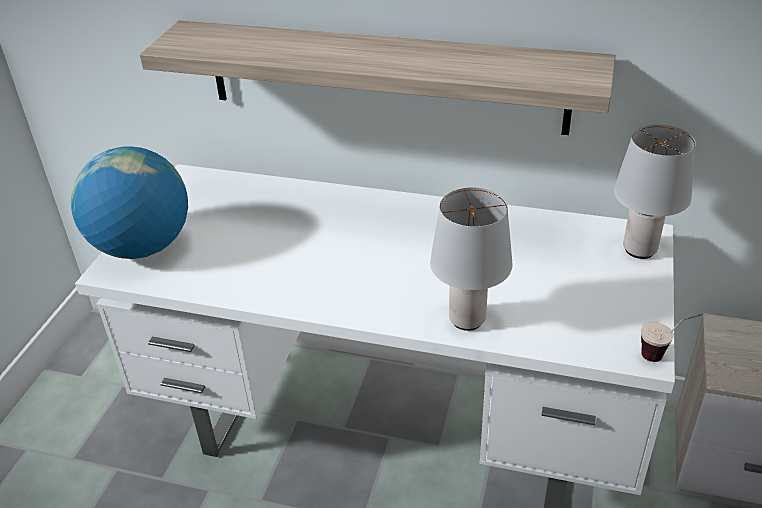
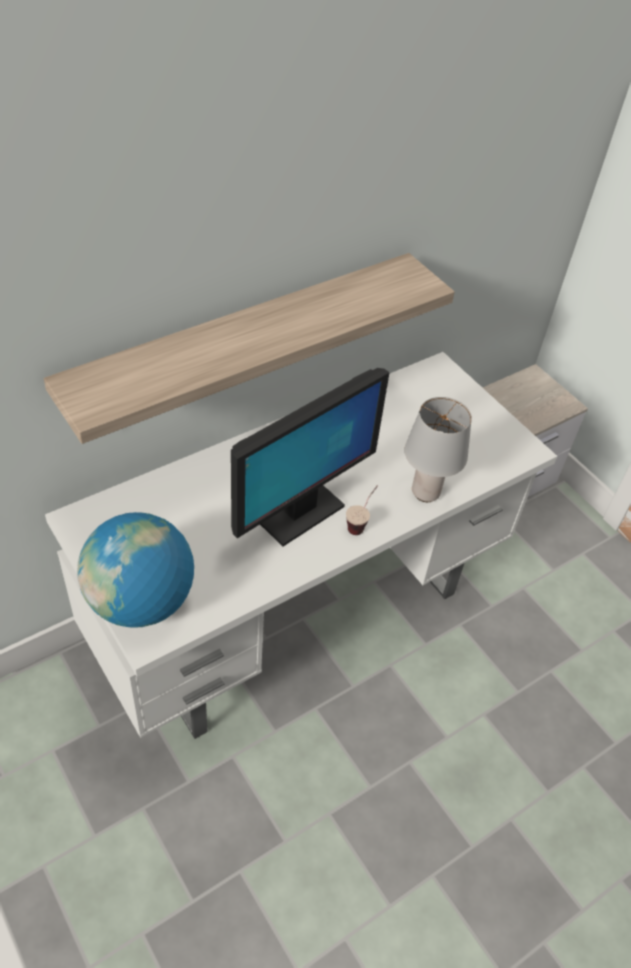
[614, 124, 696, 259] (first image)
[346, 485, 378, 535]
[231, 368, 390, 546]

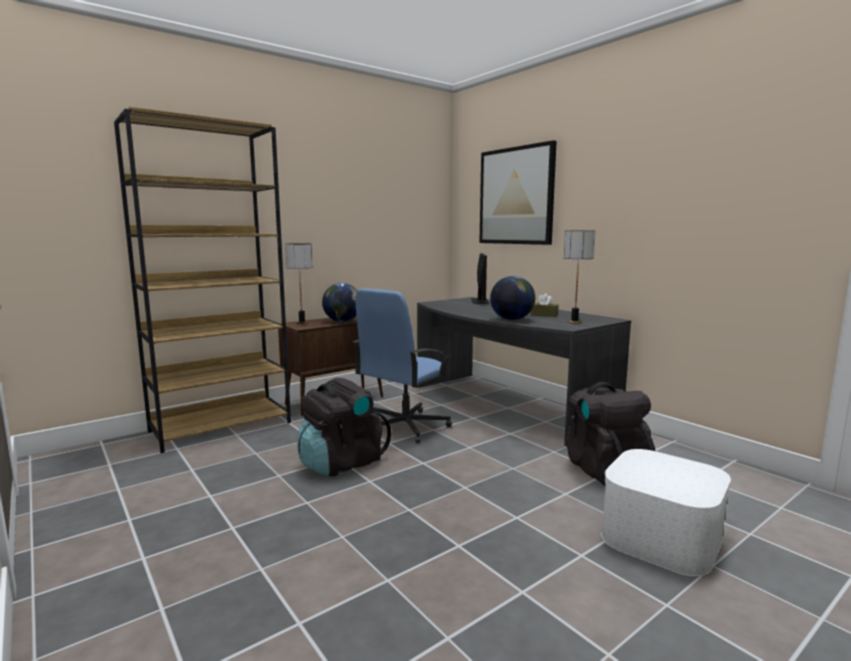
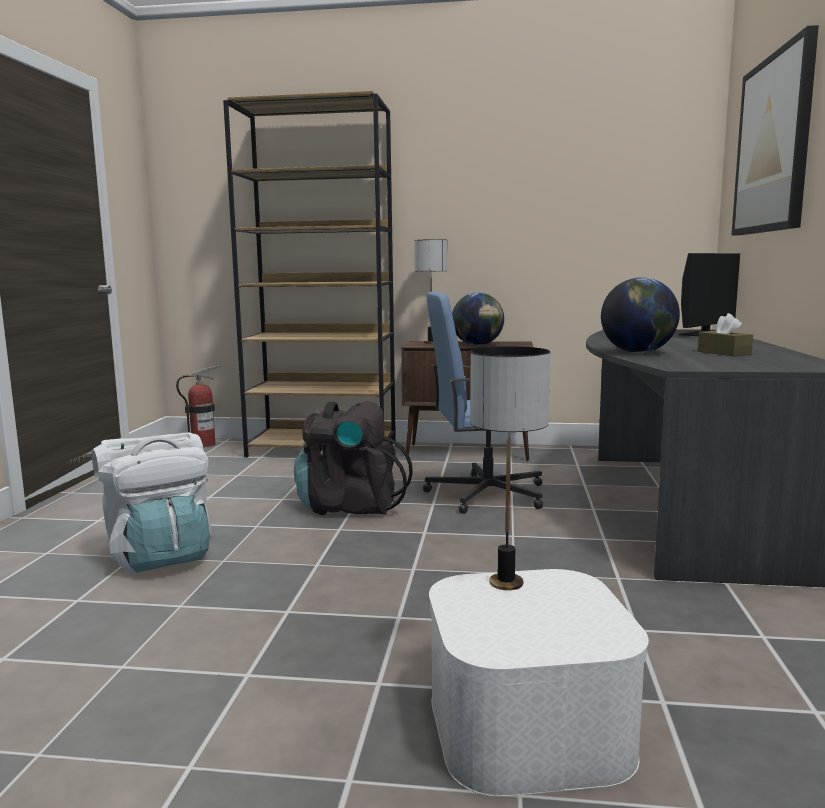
[470, 346, 550, 590]
[567, 382, 655, 486] (first image)
[176, 365, 221, 448]
[92, 432, 212, 574]

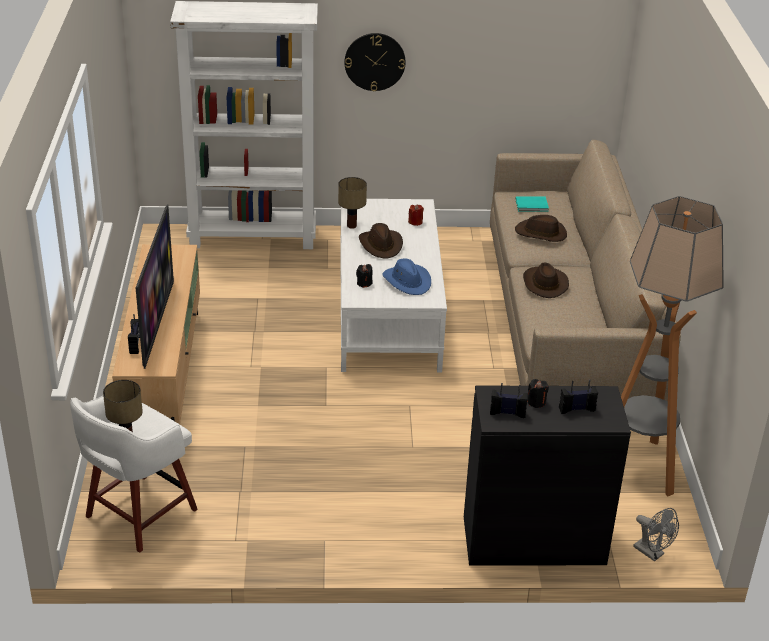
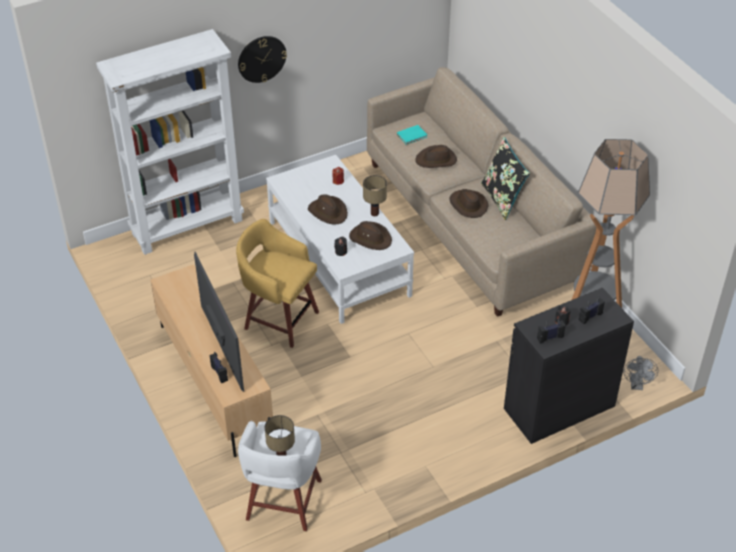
[363, 175, 387, 216]
[349, 221, 392, 250]
[624, 356, 658, 390]
[481, 137, 530, 220]
[236, 219, 319, 348]

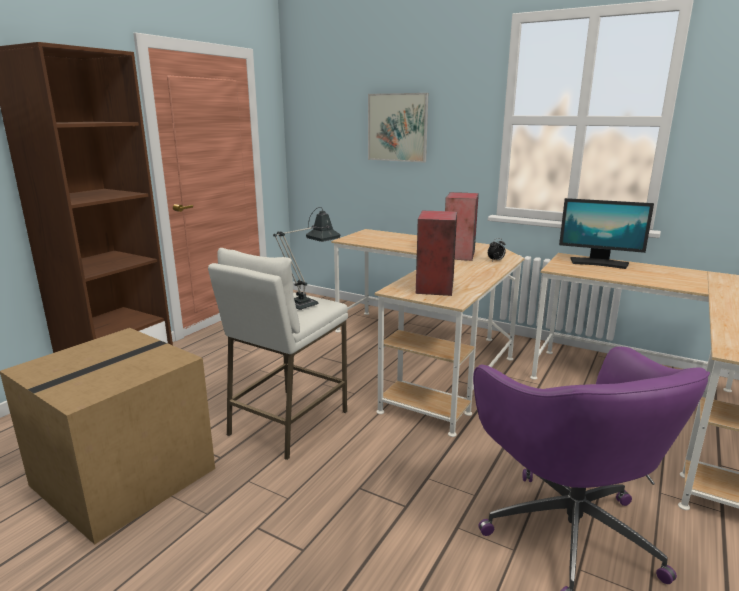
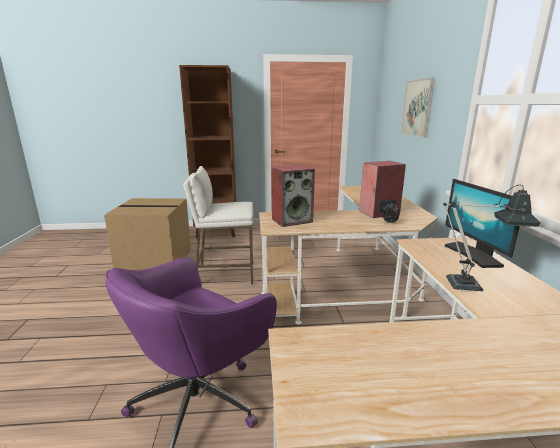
[443, 185, 541, 291]

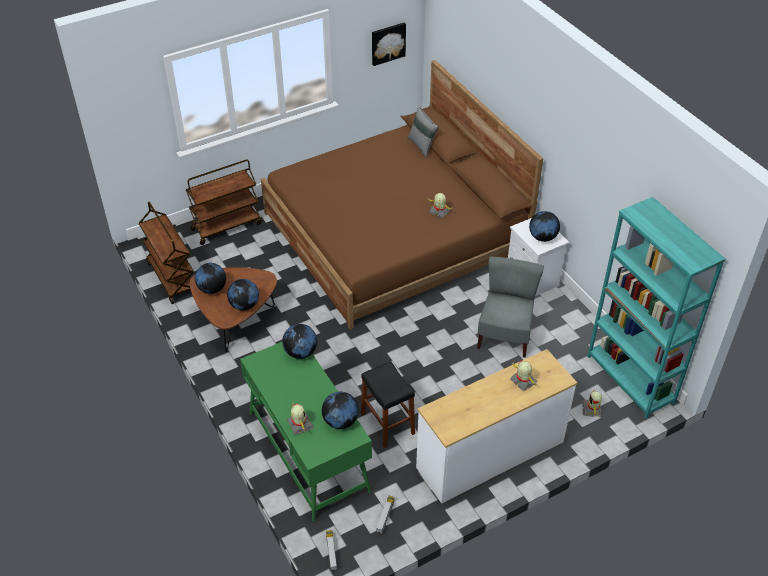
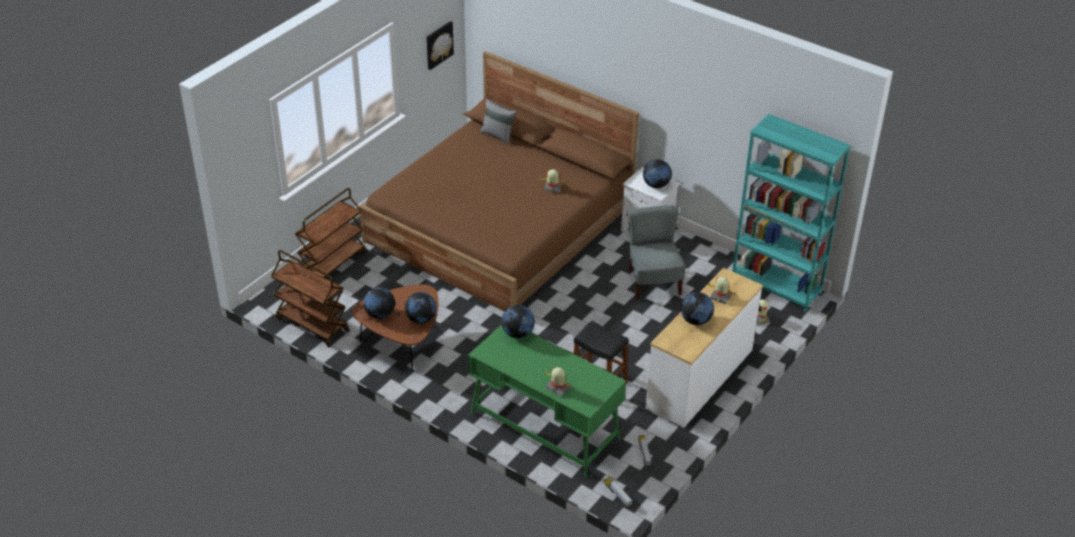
[681, 292, 714, 325]

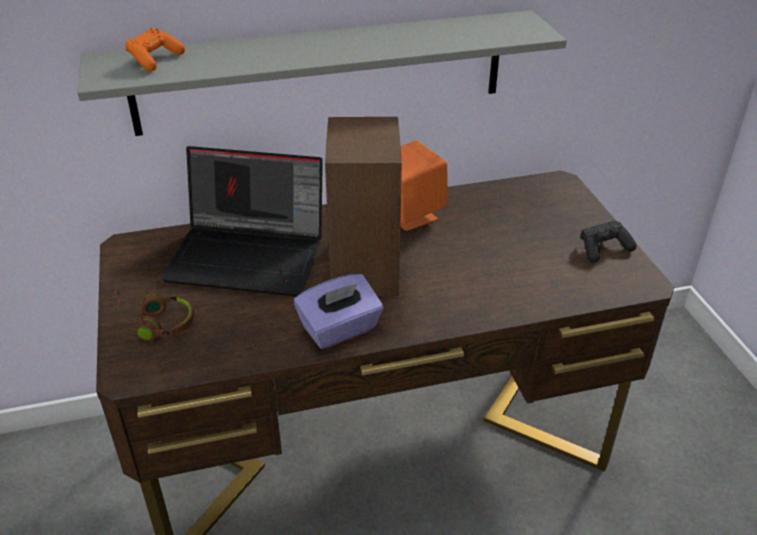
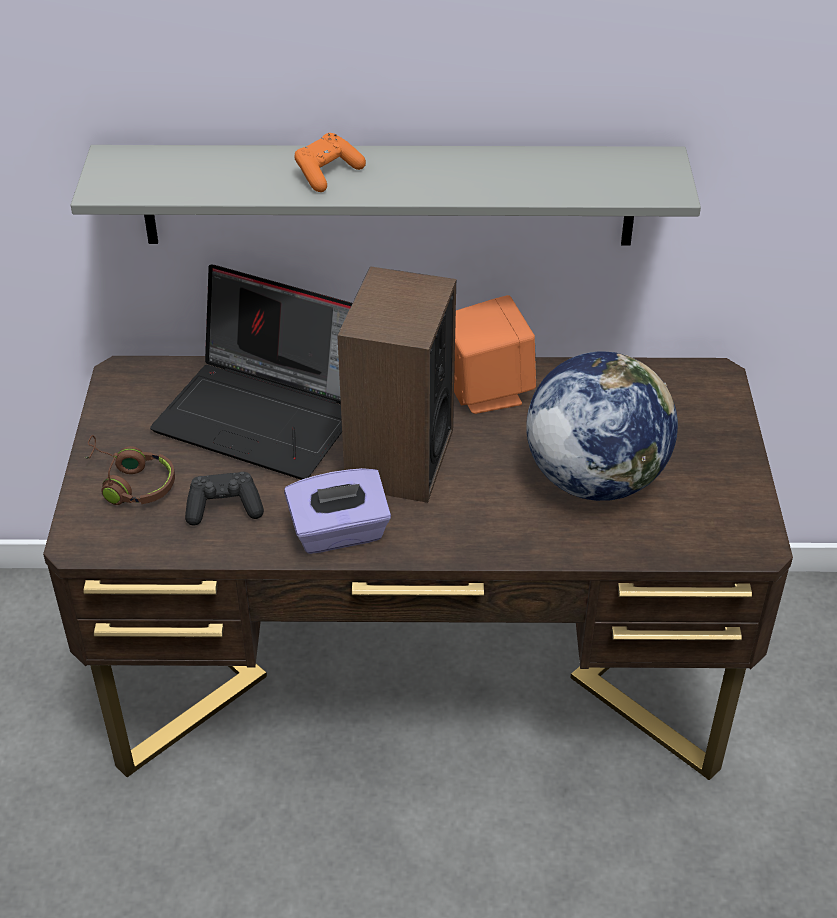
[294, 133, 366, 192]
[185, 472, 264, 526]
[526, 351, 678, 501]

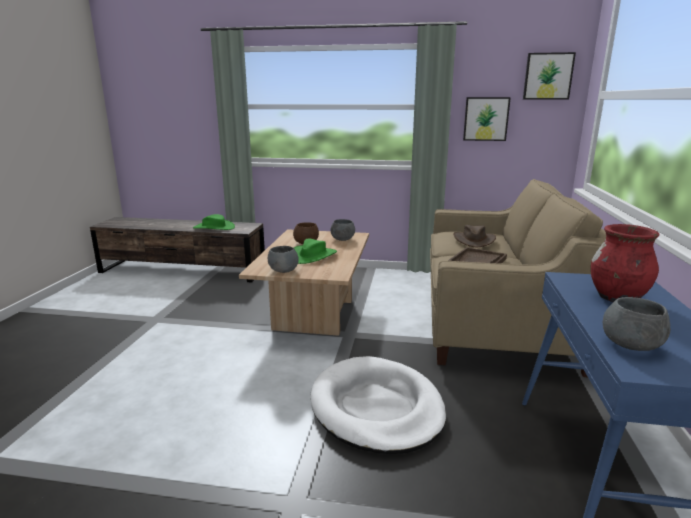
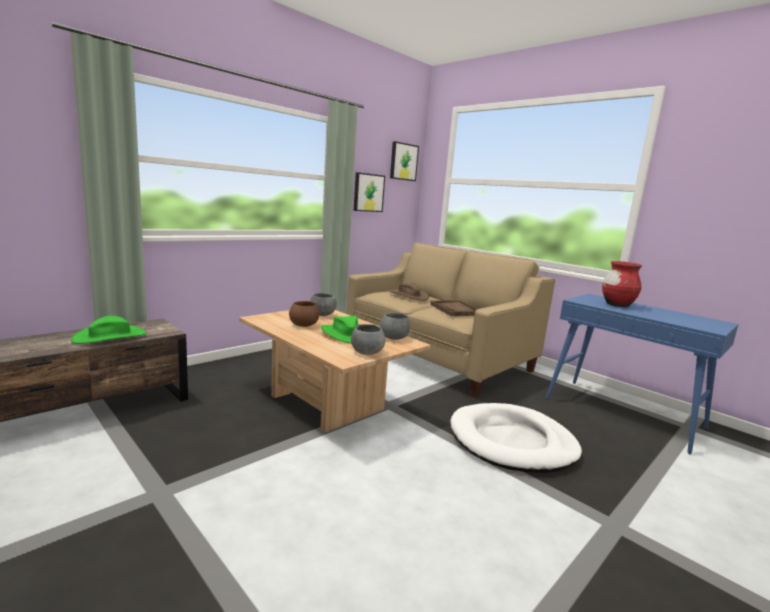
[380, 313, 411, 340]

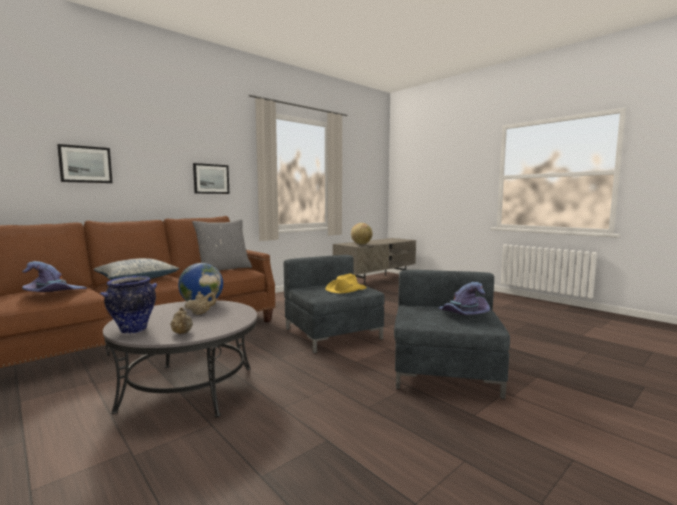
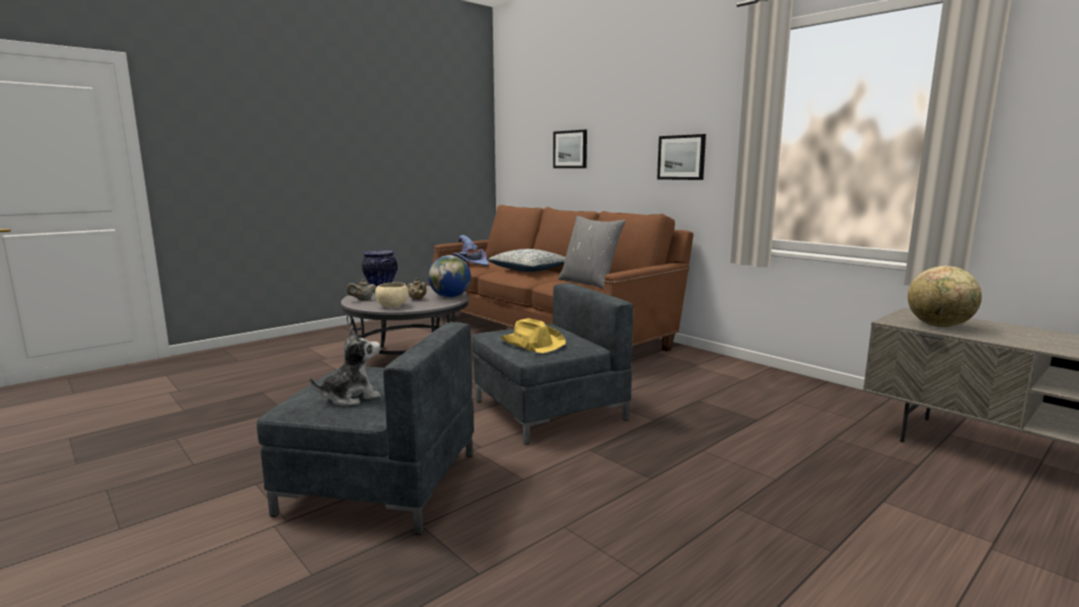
[310, 327, 381, 406]
[375, 282, 409, 308]

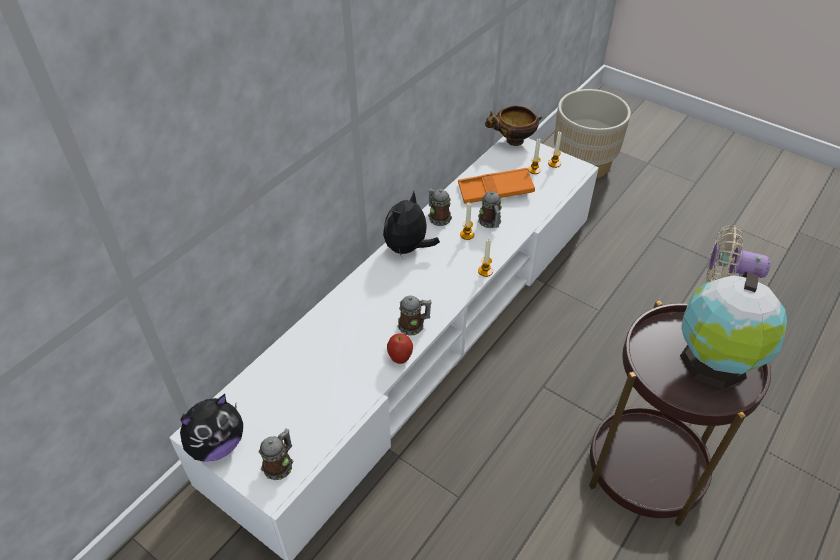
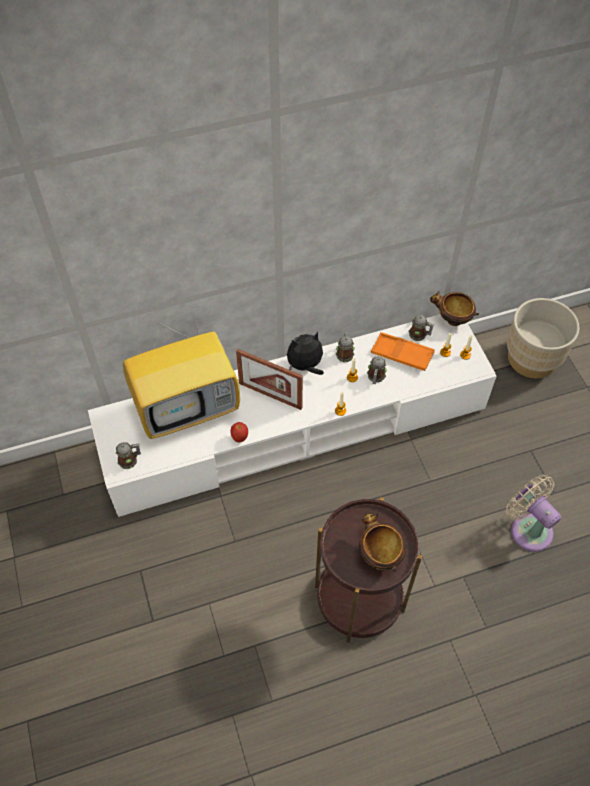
[359, 513, 406, 572]
[408, 315, 434, 341]
[180, 394, 243, 462] (first image)
[123, 297, 240, 439]
[236, 349, 303, 410]

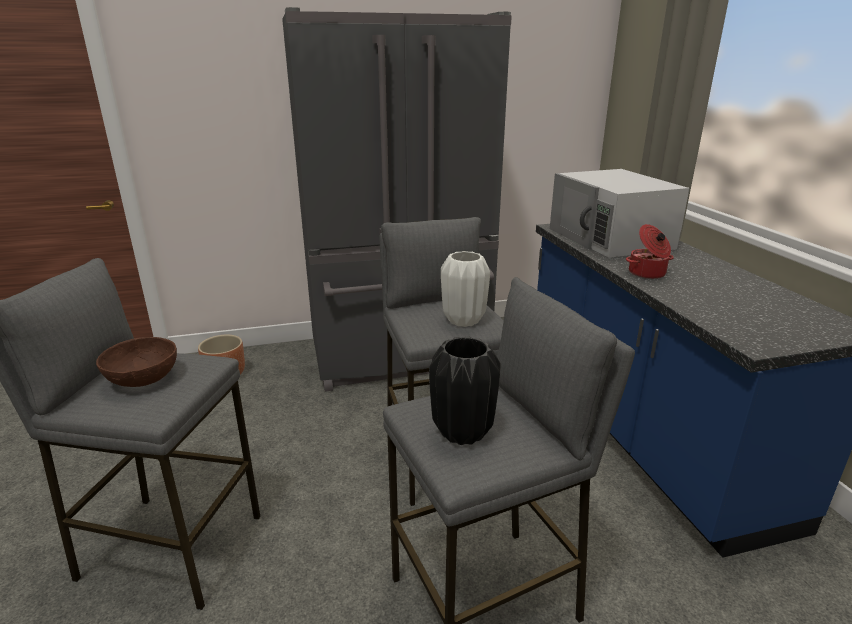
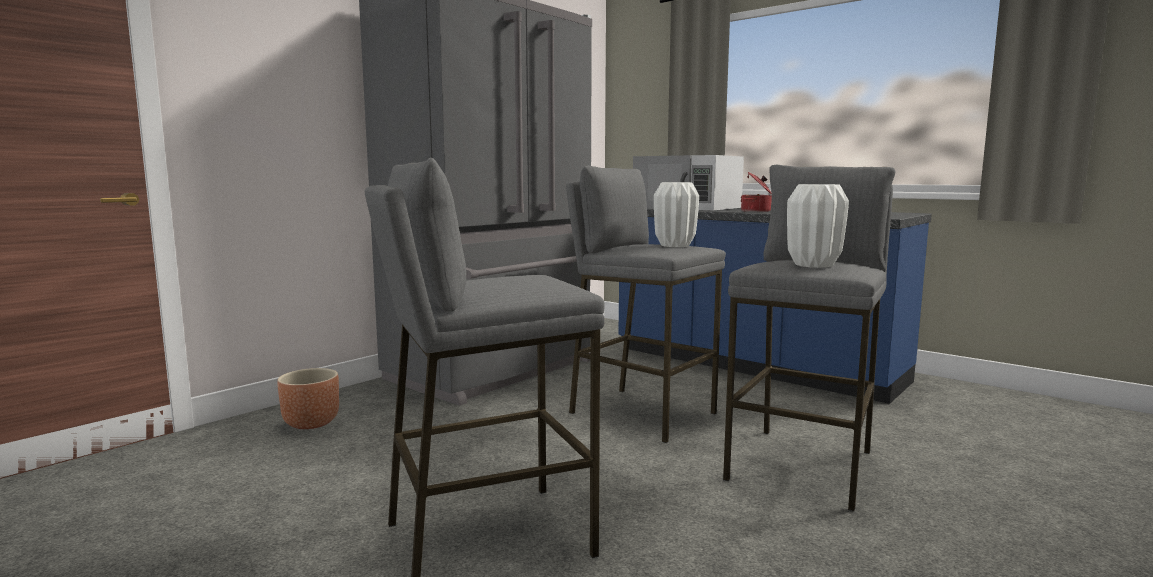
[787, 184, 849, 268]
[96, 337, 177, 387] (first image)

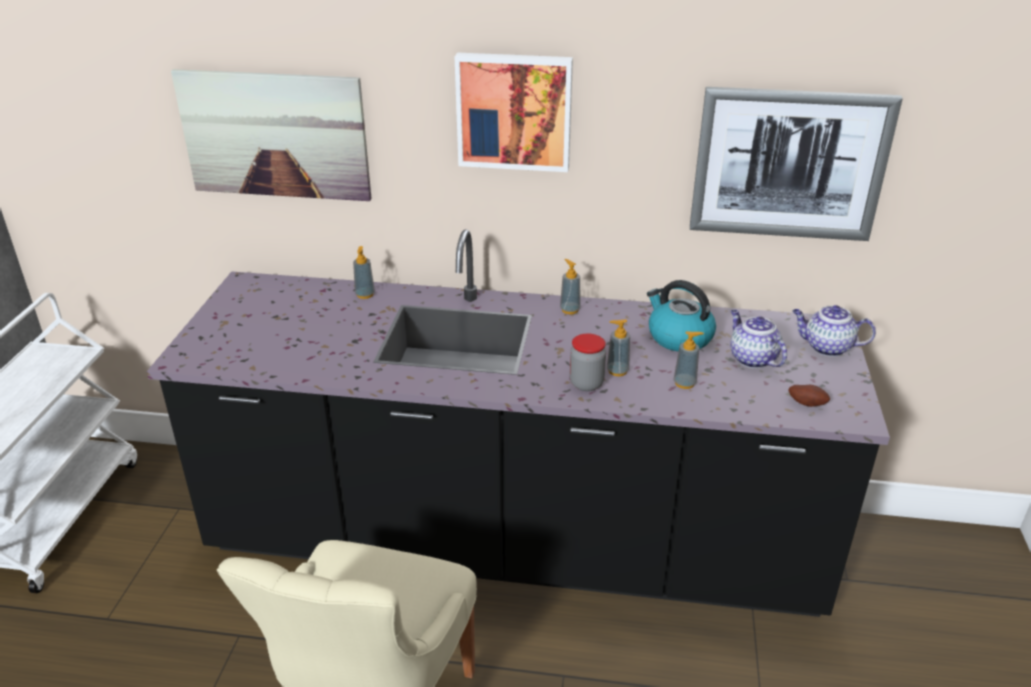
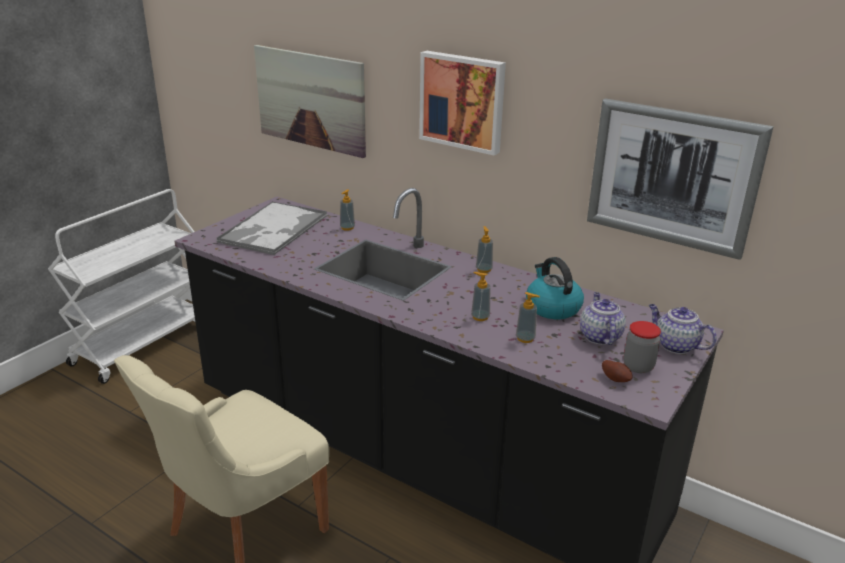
[623, 321, 661, 373]
[216, 202, 327, 255]

